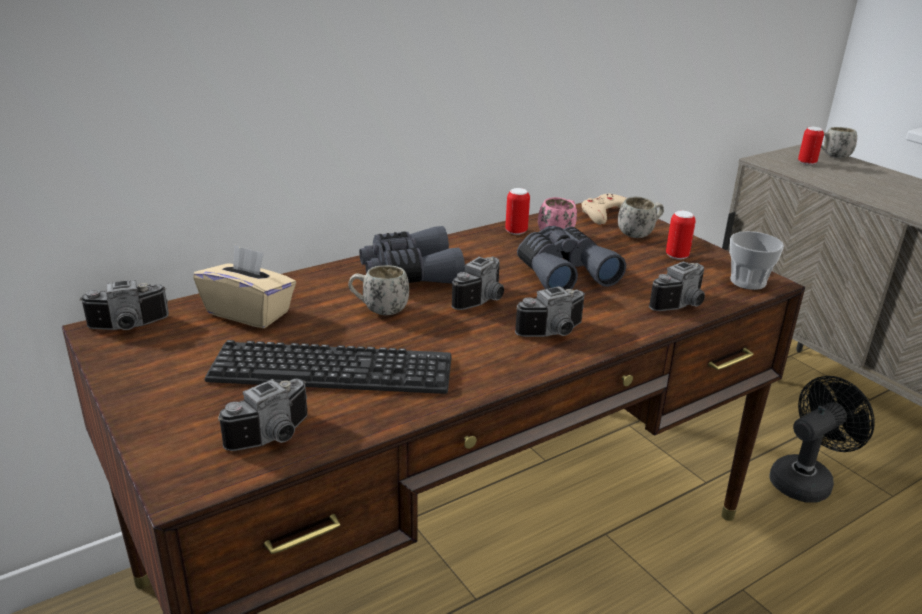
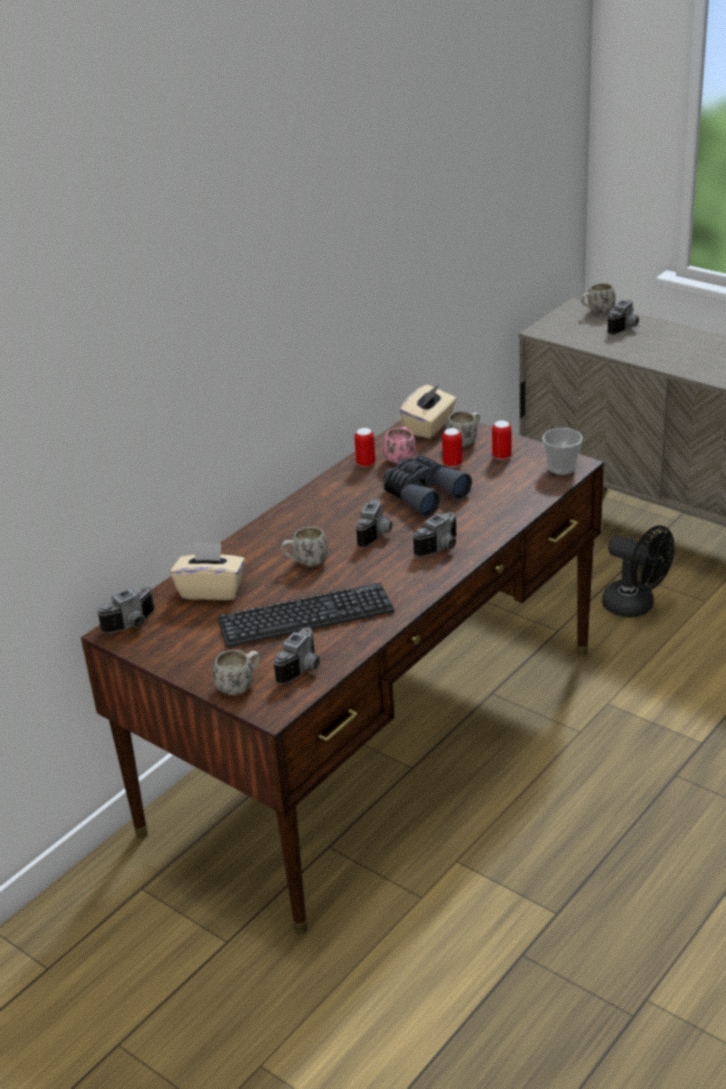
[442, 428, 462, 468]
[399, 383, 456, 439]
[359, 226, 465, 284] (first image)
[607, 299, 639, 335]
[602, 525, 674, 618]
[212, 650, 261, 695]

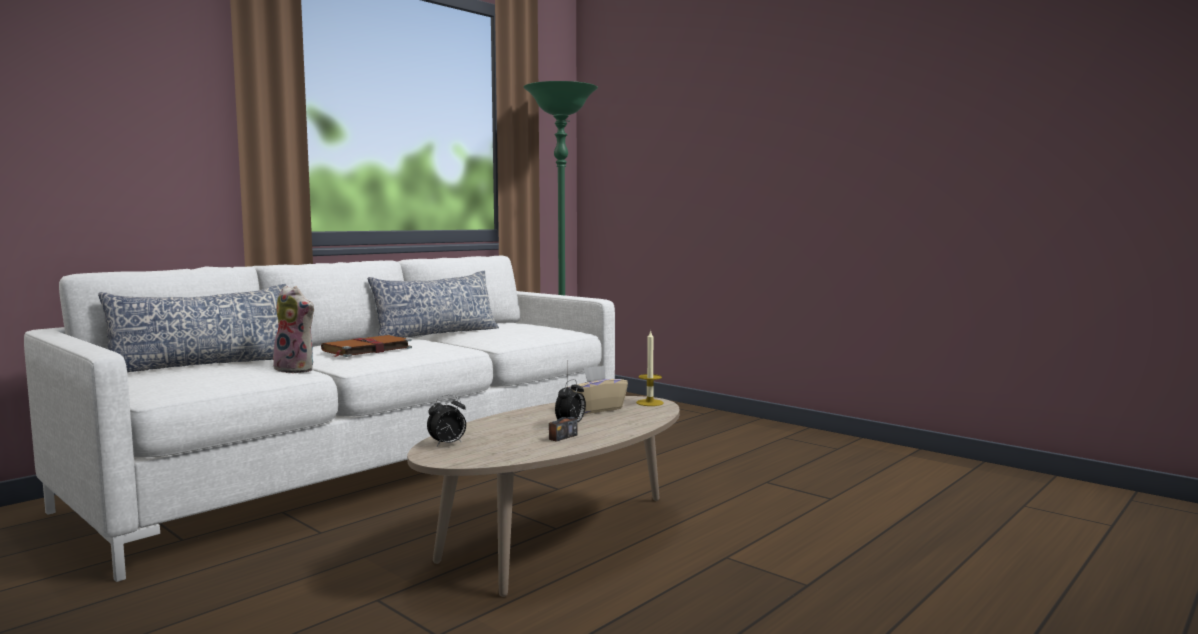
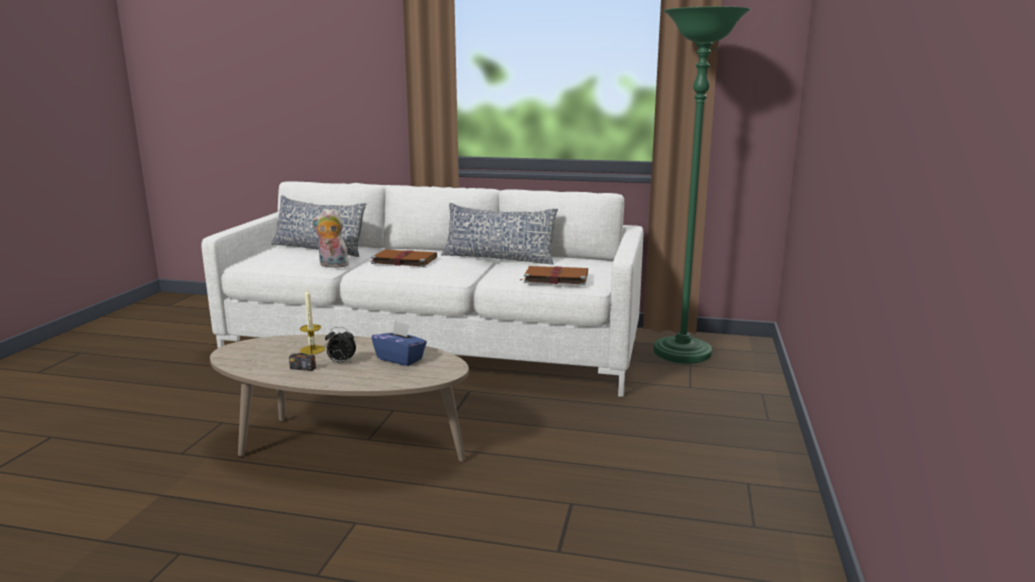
[312, 209, 349, 268]
[300, 289, 325, 355]
[372, 321, 427, 366]
[427, 395, 466, 446] (first image)
[521, 266, 588, 285]

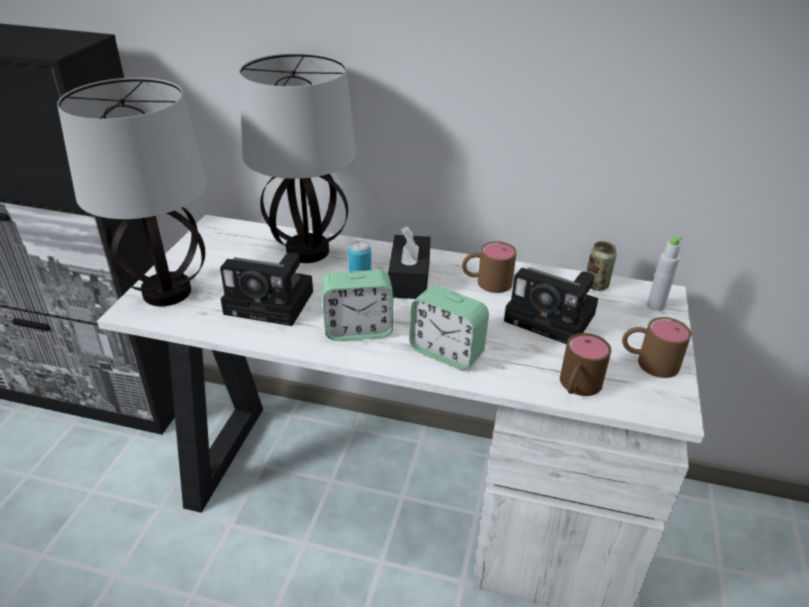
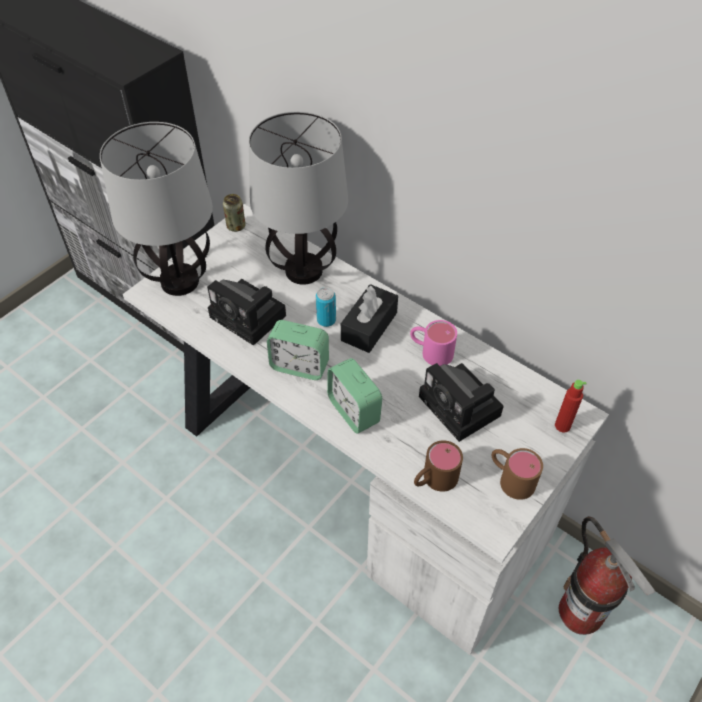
[555, 380, 587, 433]
[410, 320, 457, 366]
[223, 194, 246, 232]
[559, 516, 656, 635]

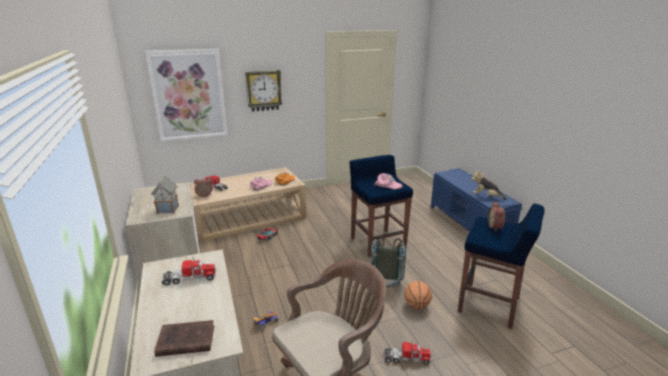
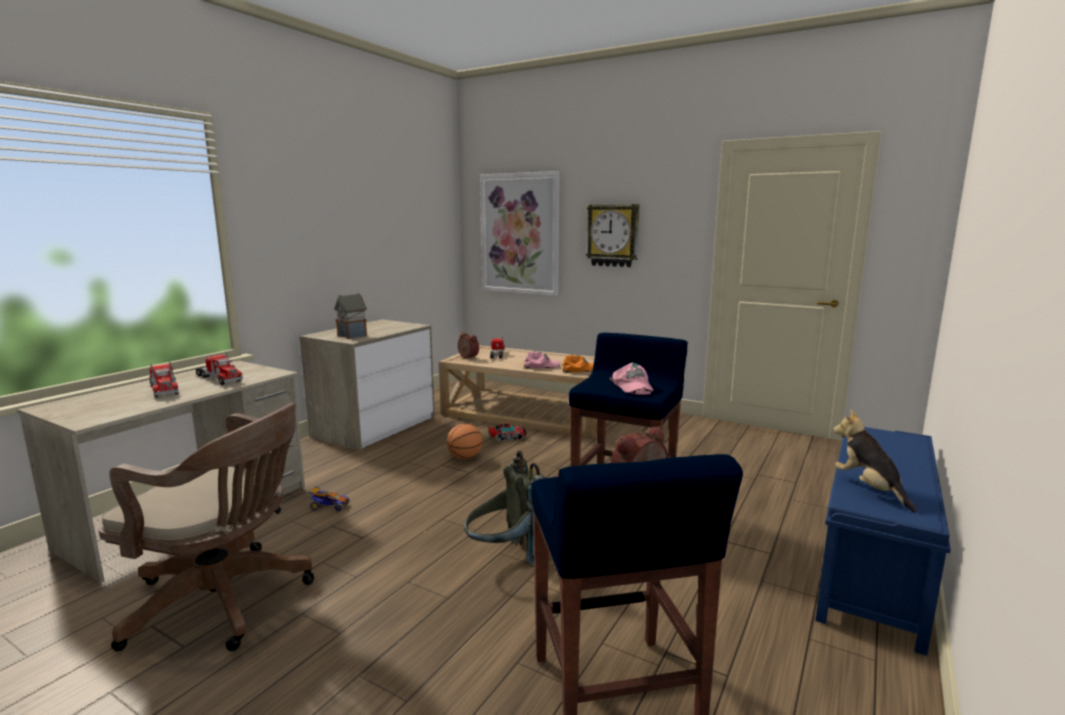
[447, 424, 483, 459]
[154, 320, 214, 357] (first image)
[149, 361, 179, 397]

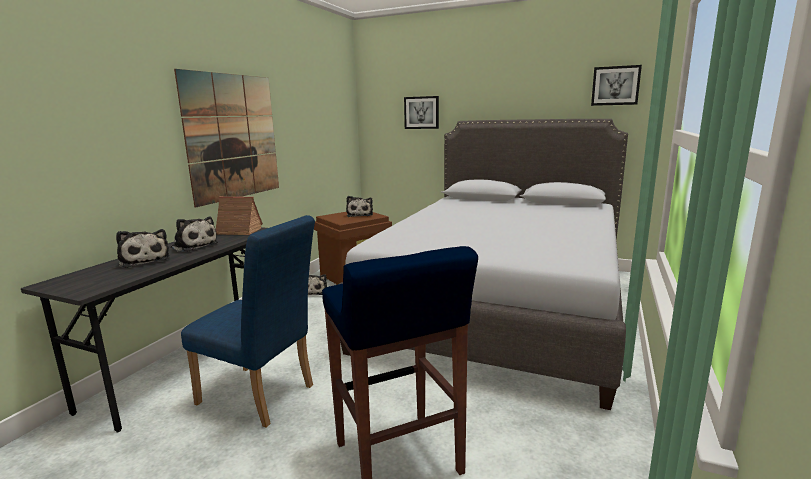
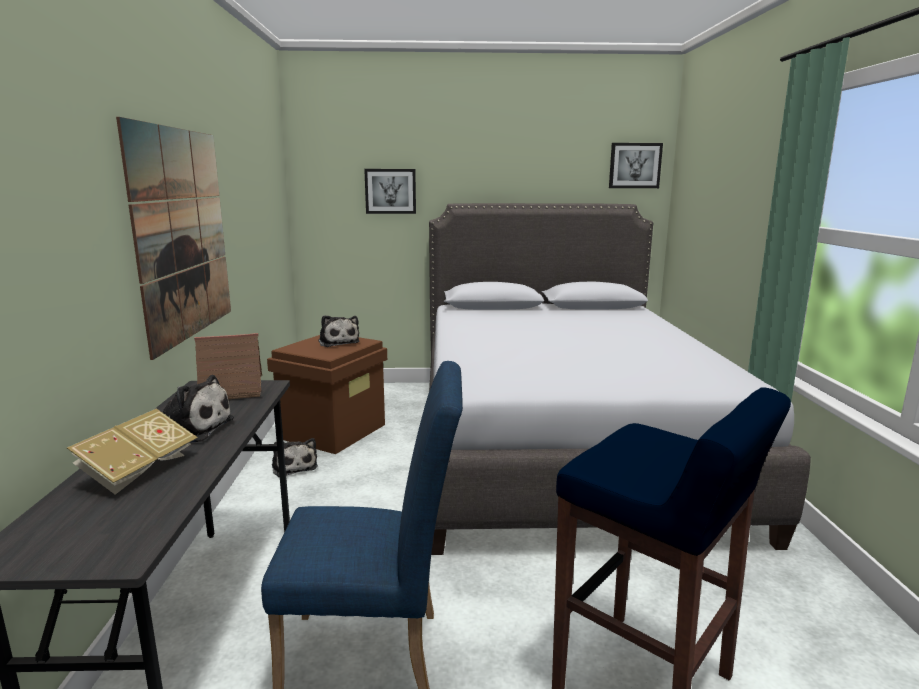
[67, 408, 198, 495]

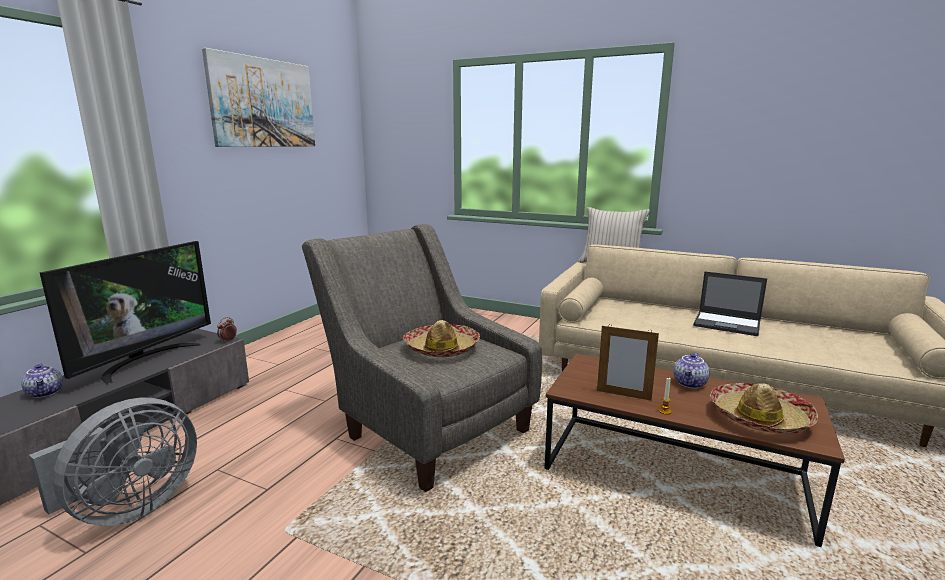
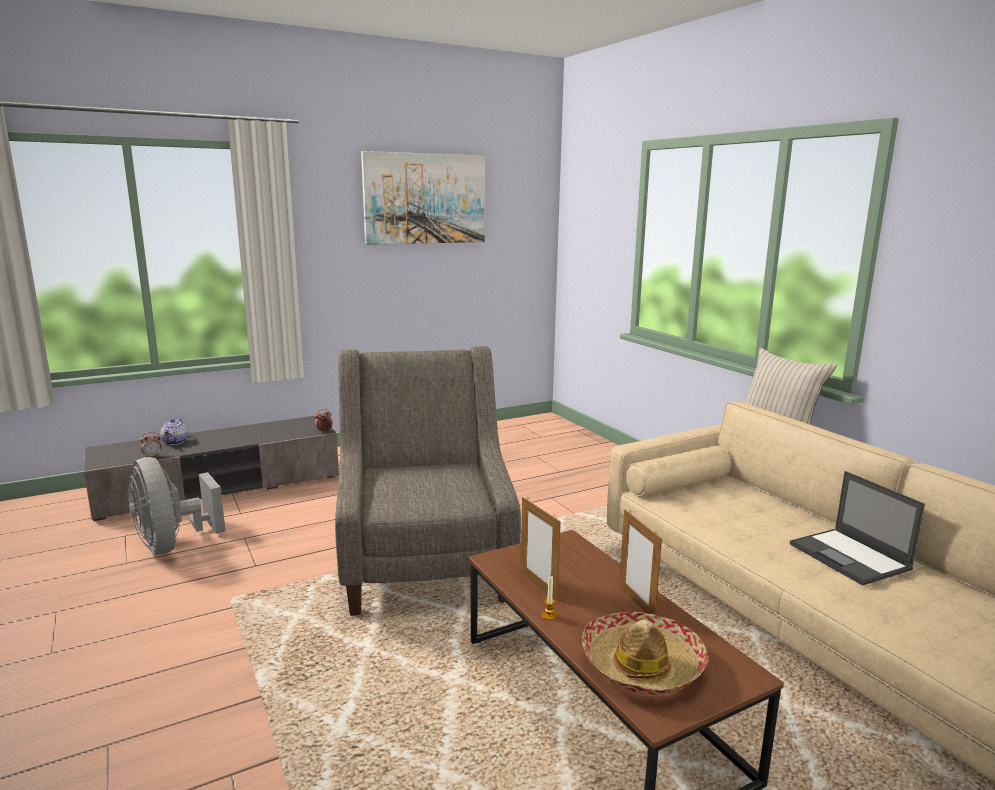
[40, 241, 211, 384] (first image)
[403, 320, 480, 357] (first image)
[619, 509, 662, 615]
[129, 457, 225, 555]
[140, 432, 161, 457]

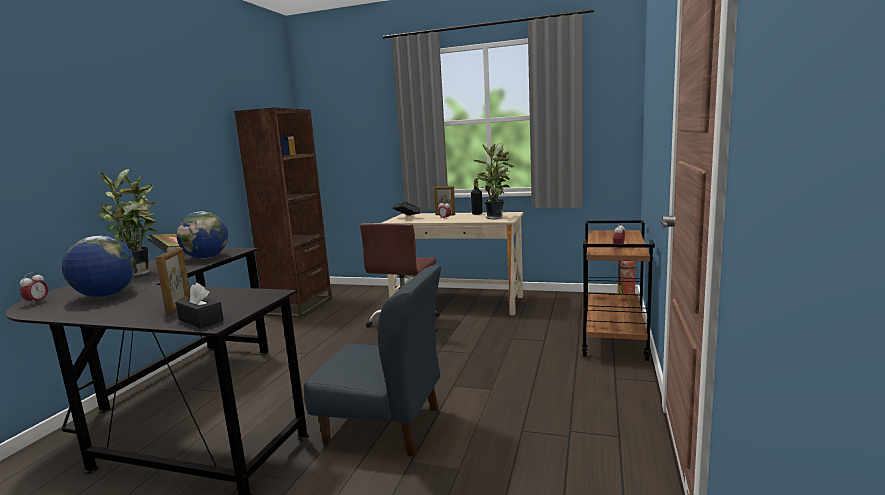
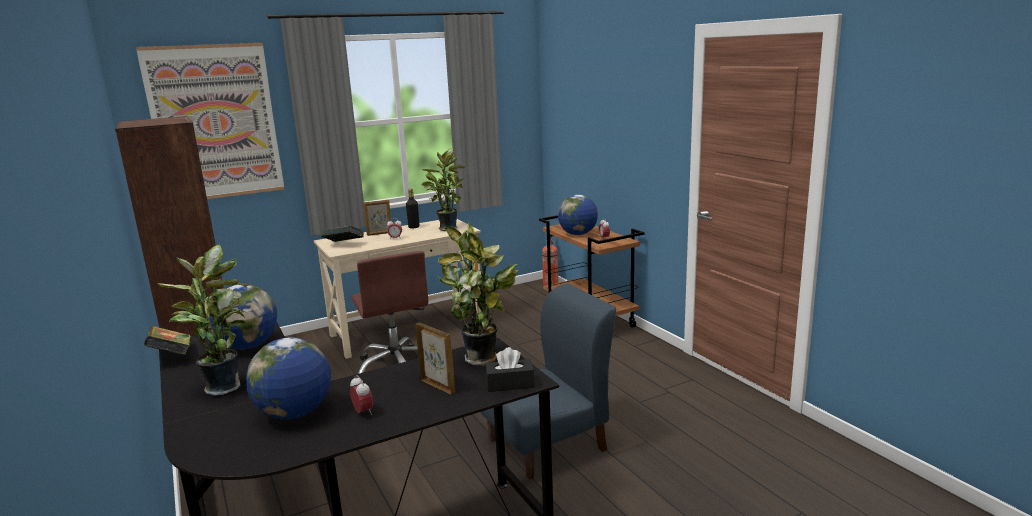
[350, 375, 373, 415]
[136, 43, 284, 199]
[558, 195, 598, 235]
[438, 222, 519, 366]

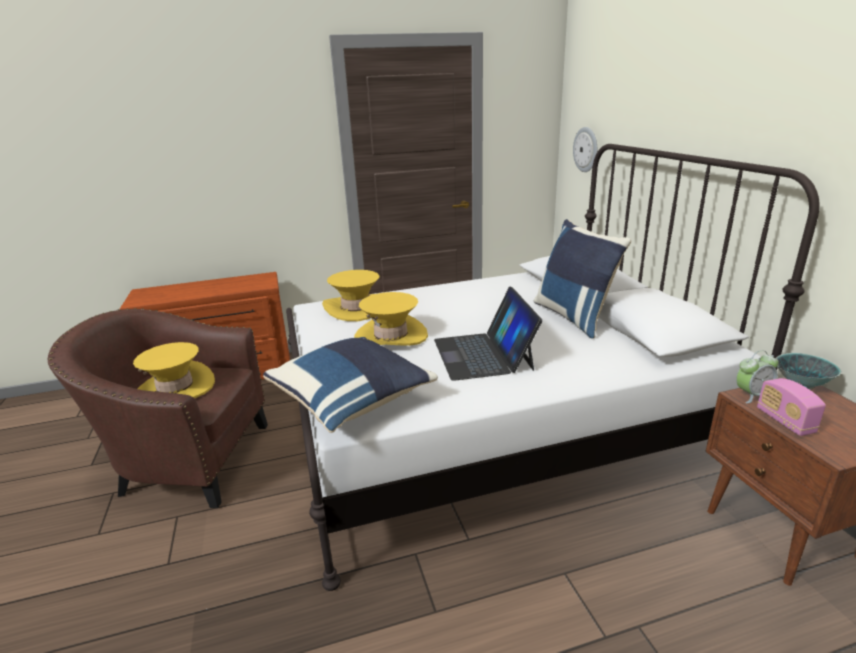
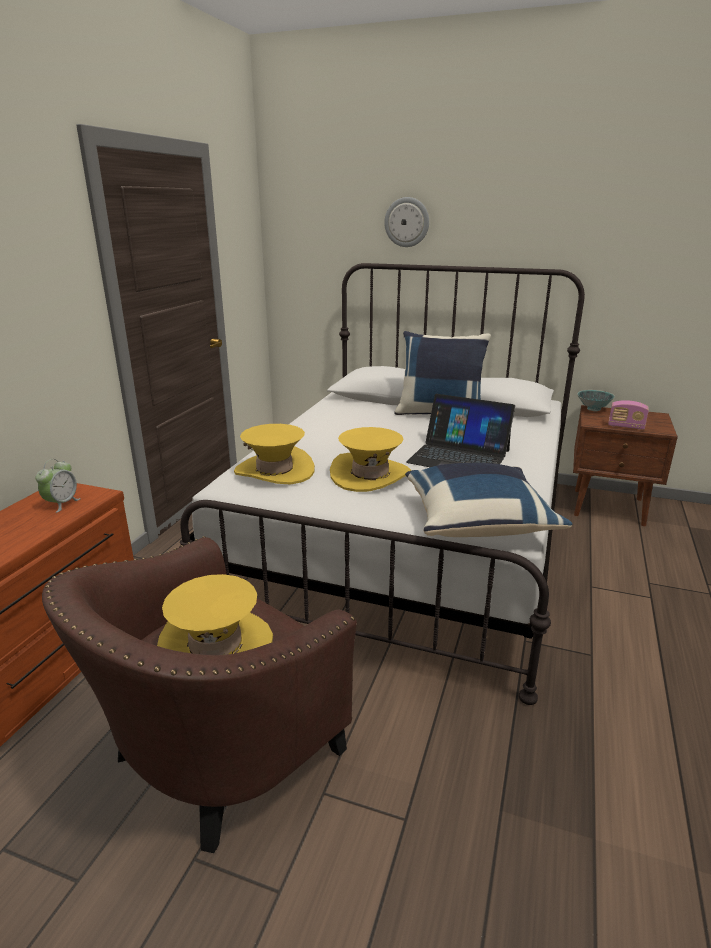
[384, 197, 429, 247]
[35, 459, 81, 513]

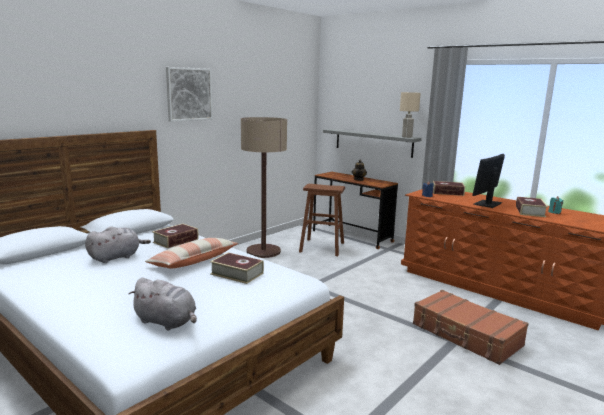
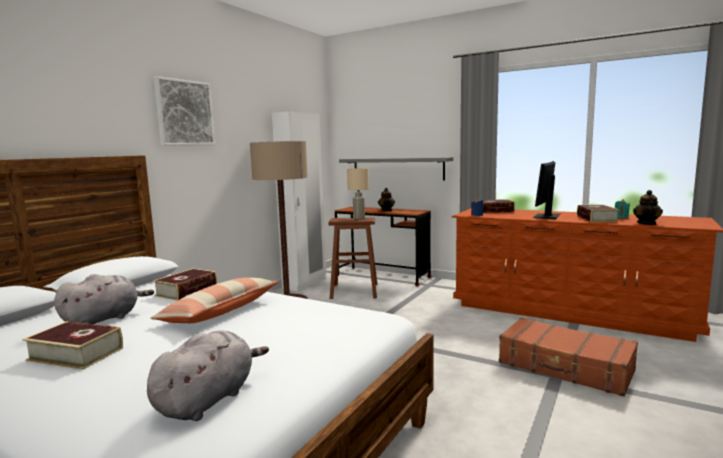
[347, 168, 369, 219]
[22, 321, 123, 370]
[147, 330, 269, 421]
[272, 112, 326, 291]
[633, 190, 663, 225]

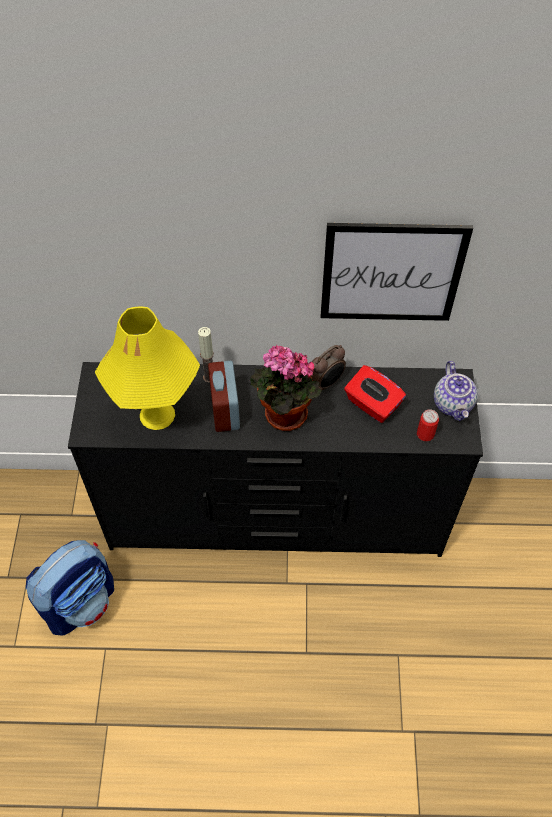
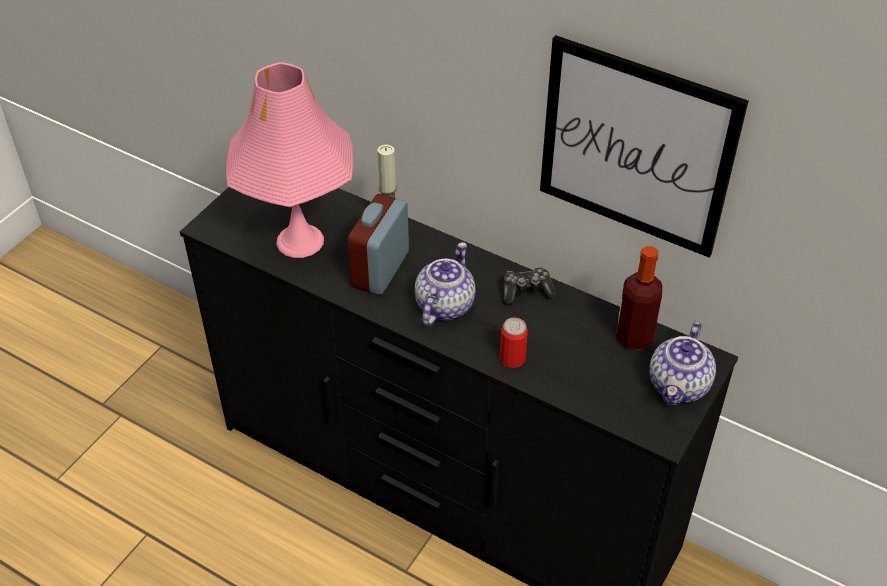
[226, 62, 353, 258]
[414, 242, 476, 326]
[502, 267, 556, 305]
[344, 365, 406, 423] (first image)
[500, 318, 528, 368]
[26, 540, 114, 636] (first image)
[616, 246, 662, 350]

